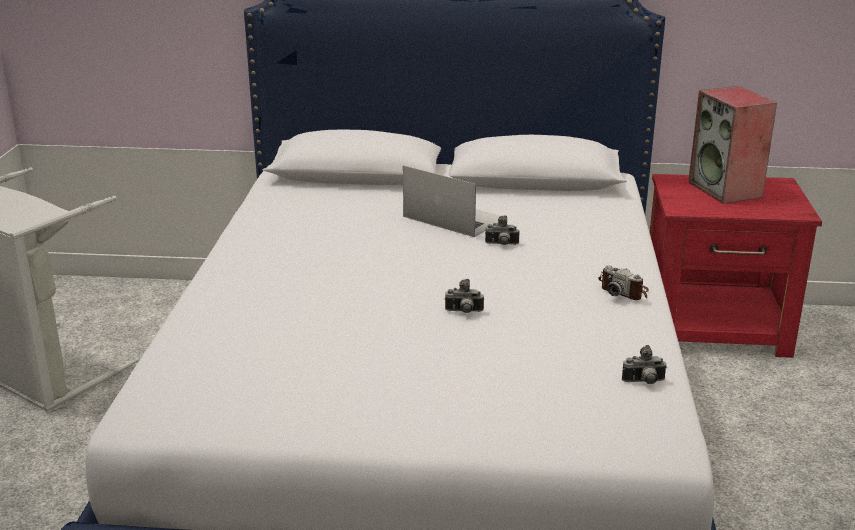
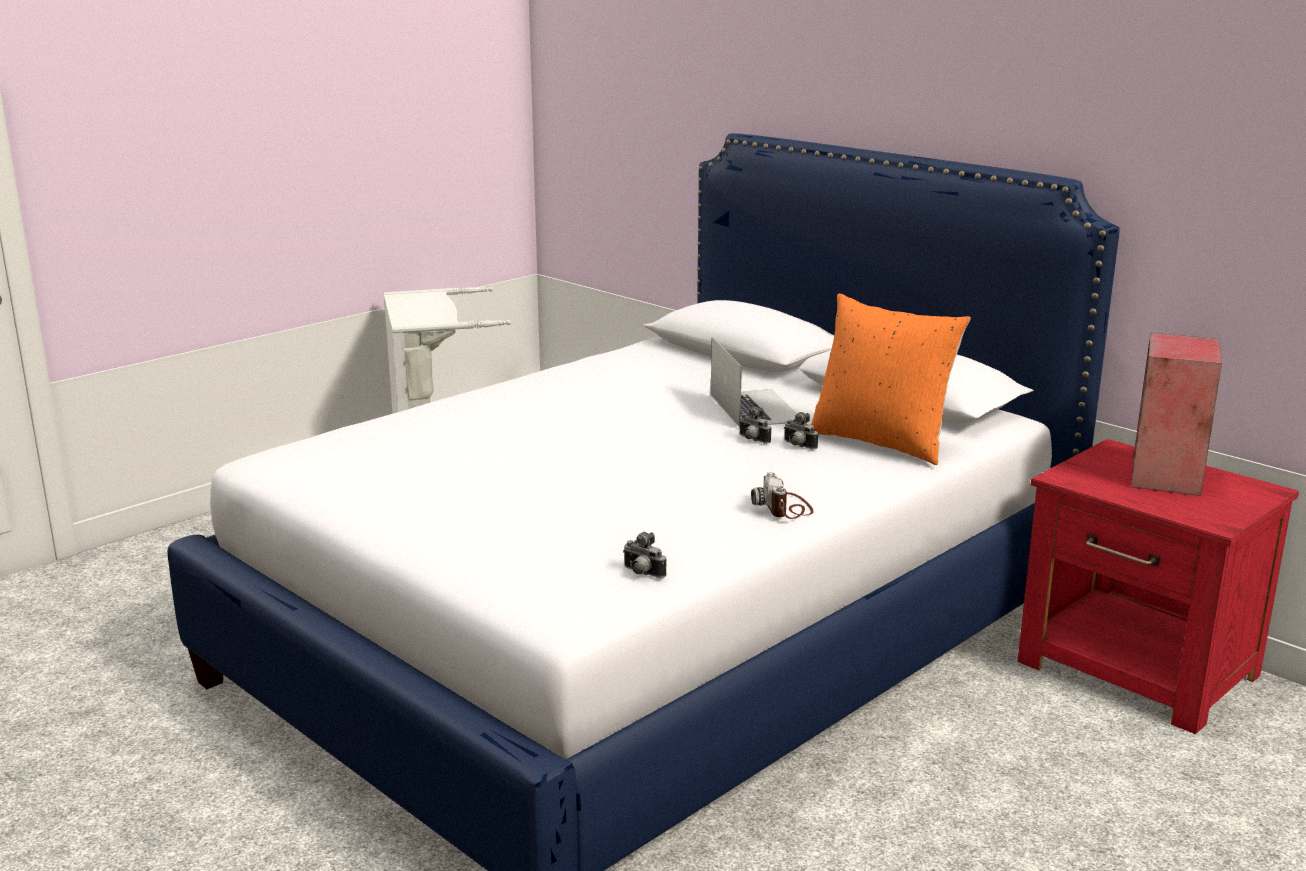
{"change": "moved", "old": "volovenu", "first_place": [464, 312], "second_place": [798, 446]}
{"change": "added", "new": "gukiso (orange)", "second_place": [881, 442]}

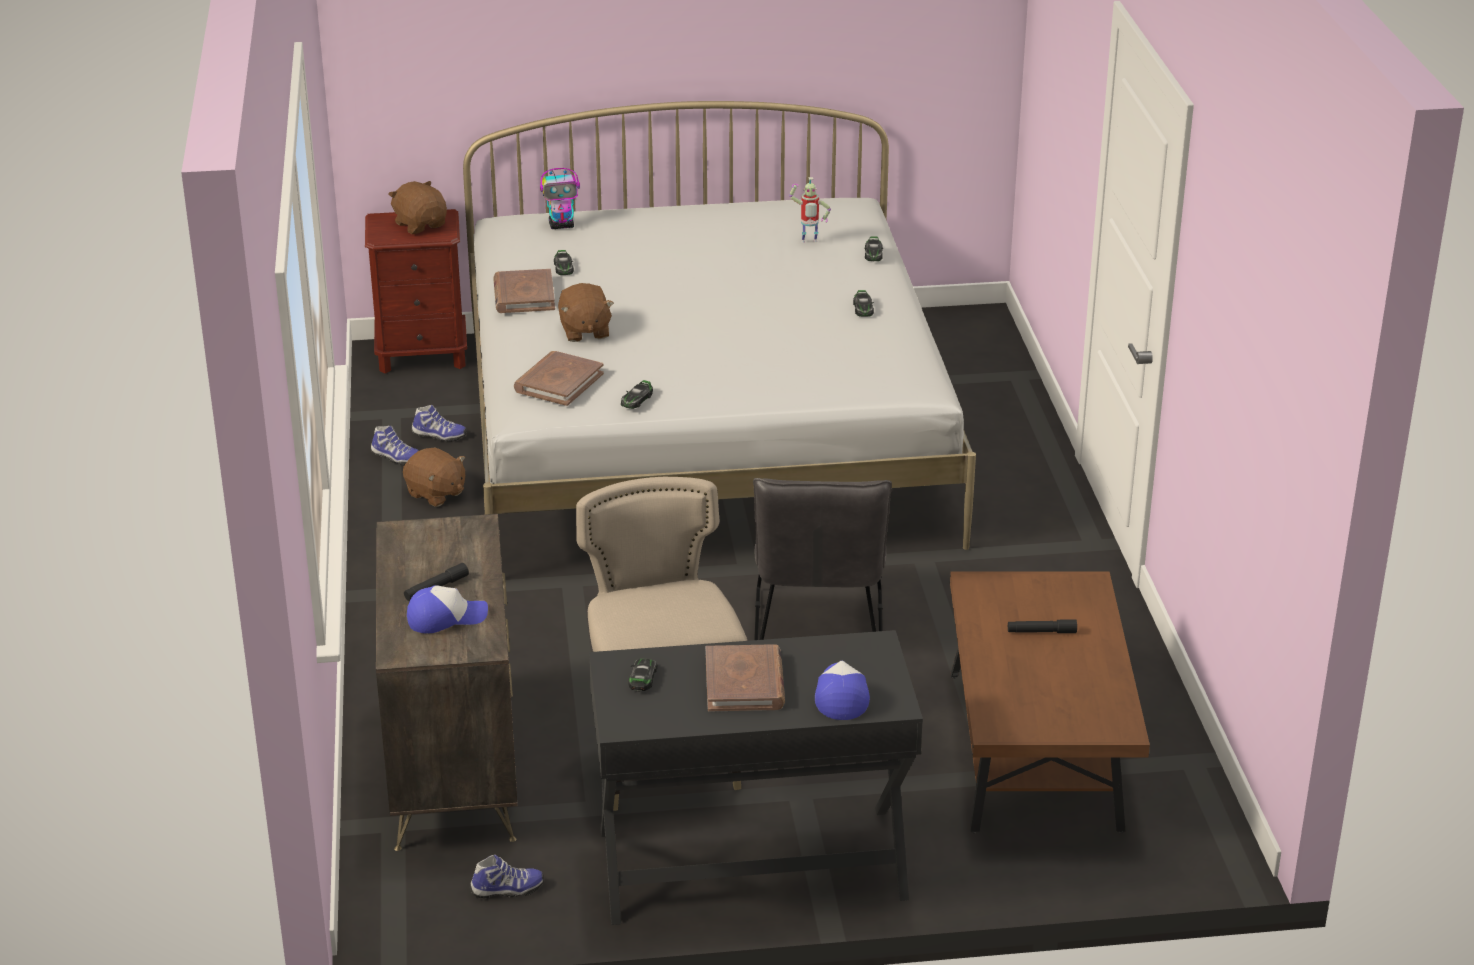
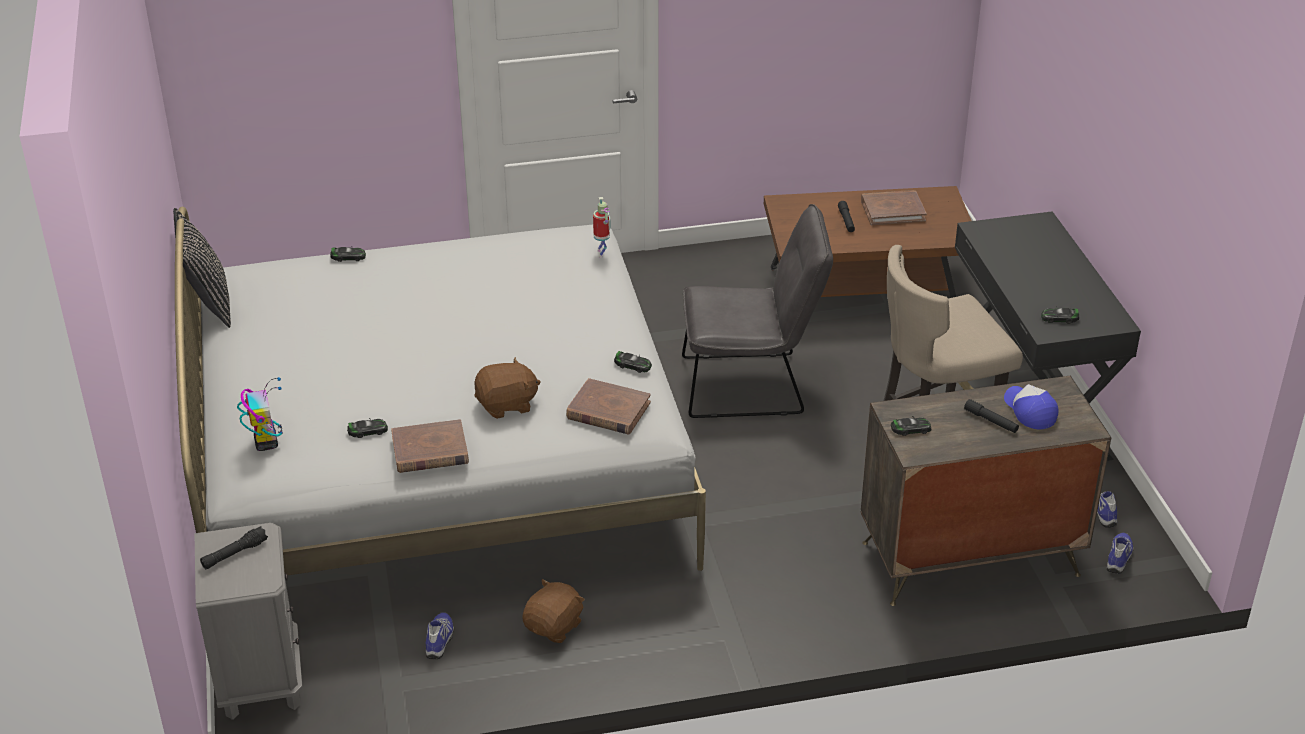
{"change": "recoloured", "old": "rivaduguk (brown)", "new": "rivaduguk (grey)", "first_place": [422, 355], "second_place": [261, 679]}
{"change": "moved", "old": "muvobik", "first_place": [395, 458], "second_place": [1119, 558]}
{"change": "replaced", "old": "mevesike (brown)", "new": "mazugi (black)", "first_place": [420, 225], "second_place": [234, 554]}
{"change": "moved", "old": "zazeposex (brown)", "first_place": [744, 683], "second_place": [893, 210]}
{"change": "moved", "old": "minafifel", "first_place": [809, 242], "second_place": [602, 253]}
{"change": "removed", "old": "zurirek", "first_place": [840, 696]}
{"change": "moved", "old": "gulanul", "first_place": [863, 308], "second_place": [910, 429]}
{"change": "added", "new": "gukiso (black)", "second_place": [209, 304]}

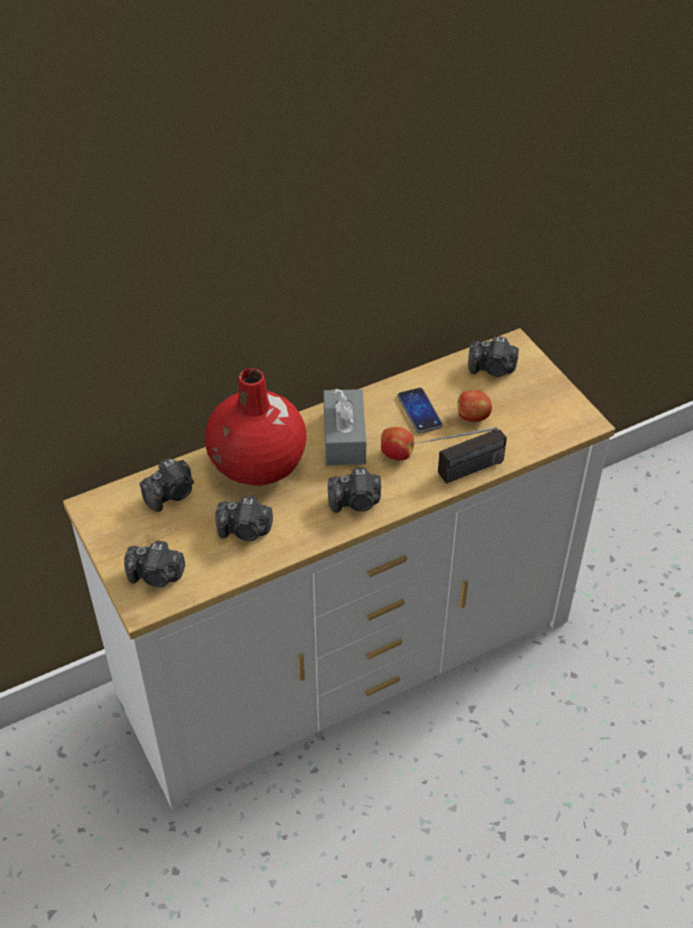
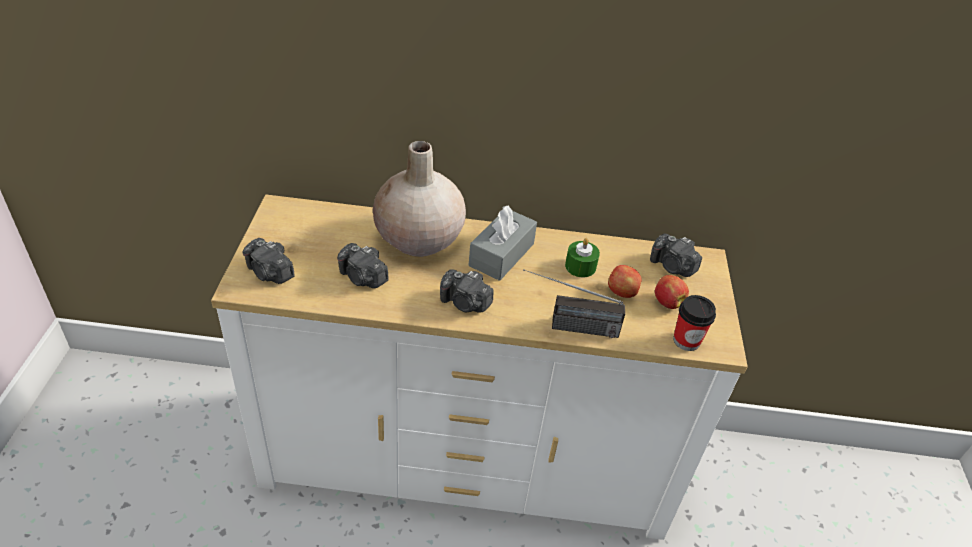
{"change": "removed", "old": "volovenu", "first_place": [171, 494]}
{"change": "recoloured", "old": "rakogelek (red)", "new": "rakogelek (beige)", "first_place": [258, 464], "second_place": [419, 239]}
{"change": "moved", "old": "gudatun", "first_place": [395, 454], "second_place": [667, 302]}
{"change": "replaced", "old": "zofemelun", "new": "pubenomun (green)", "first_place": [419, 411], "second_place": [580, 266]}
{"change": "added", "new": "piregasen", "second_place": [686, 340]}

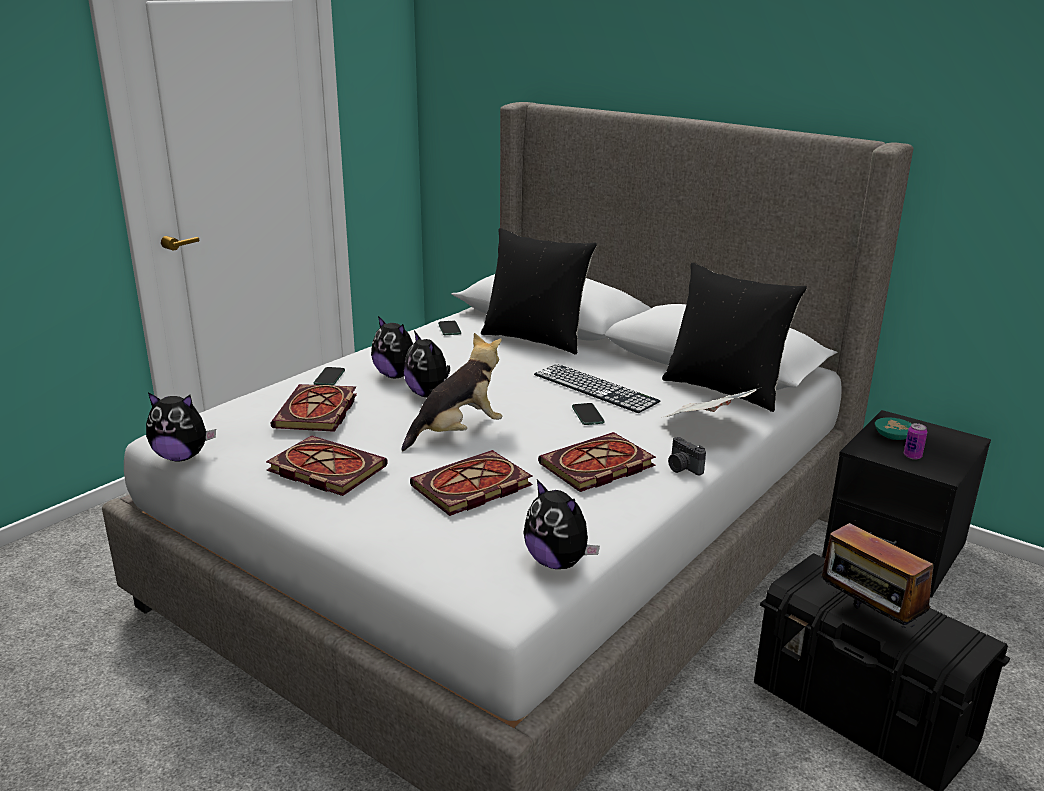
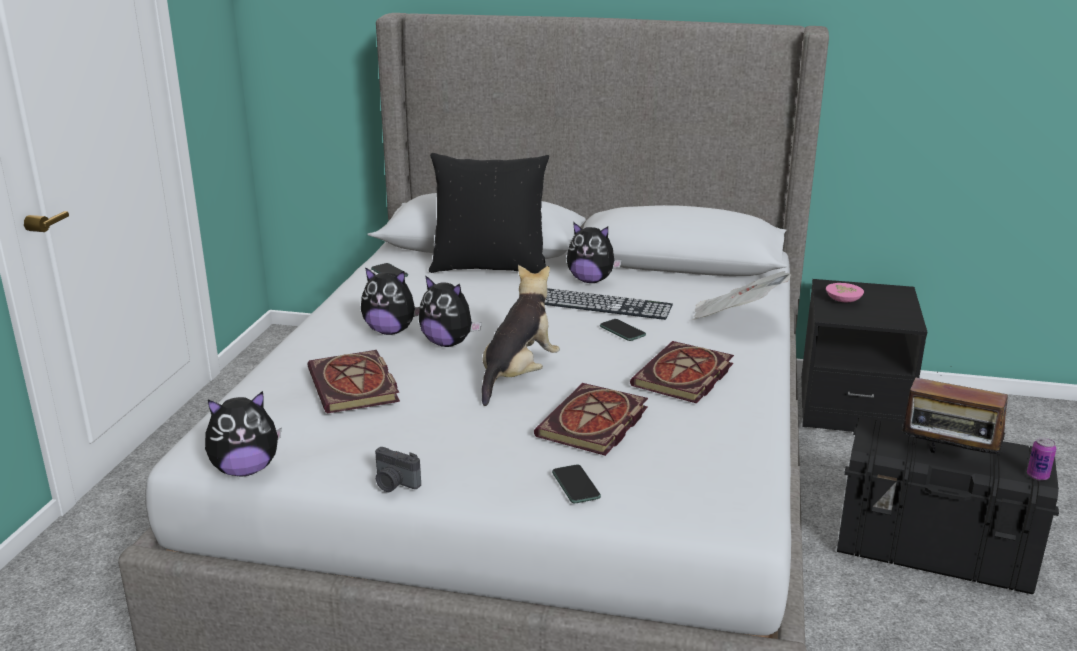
{"change": "removed", "old": "zazeposex", "first_place": [323, 469]}
{"change": "moved", "old": "zofemelun", "first_place": [329, 377], "second_place": [576, 485]}
{"change": "moved", "old": "mevesike", "first_place": [558, 562], "second_place": [591, 280]}
{"change": "removed", "old": "gukiso (black)", "first_place": [725, 389]}
{"change": "moved", "old": "volovenu", "first_place": [682, 468], "second_place": [394, 484]}
{"change": "recoloured", "old": "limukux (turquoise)", "new": "limukux (pink)", "first_place": [892, 436], "second_place": [842, 299]}
{"change": "moved", "old": "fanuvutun", "first_place": [912, 456], "second_place": [1037, 476]}

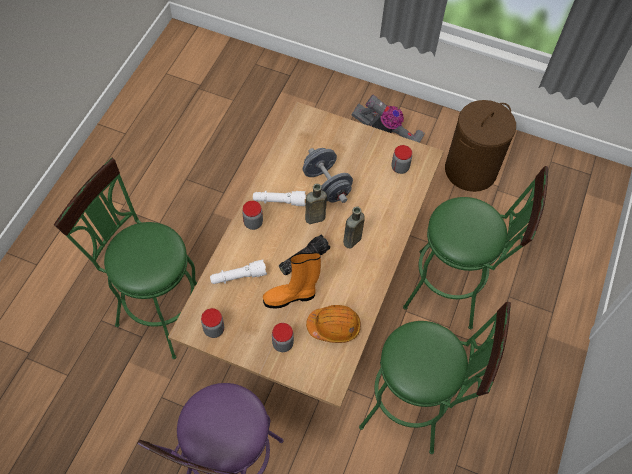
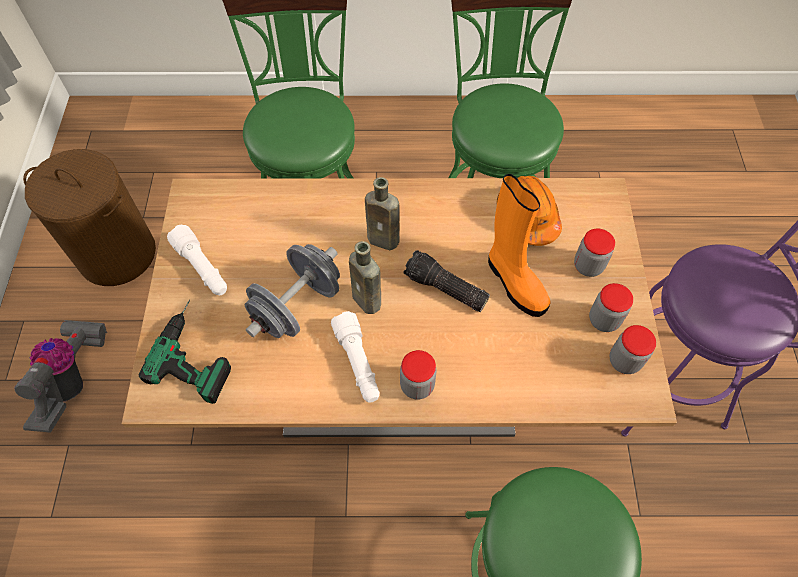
{"change": "moved", "old": "mazugi (white)", "first_place": [238, 277], "second_place": [202, 268]}
{"change": "moved", "old": "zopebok", "first_place": [400, 167], "second_place": [604, 320]}
{"change": "added", "new": "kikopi", "second_place": [197, 351]}

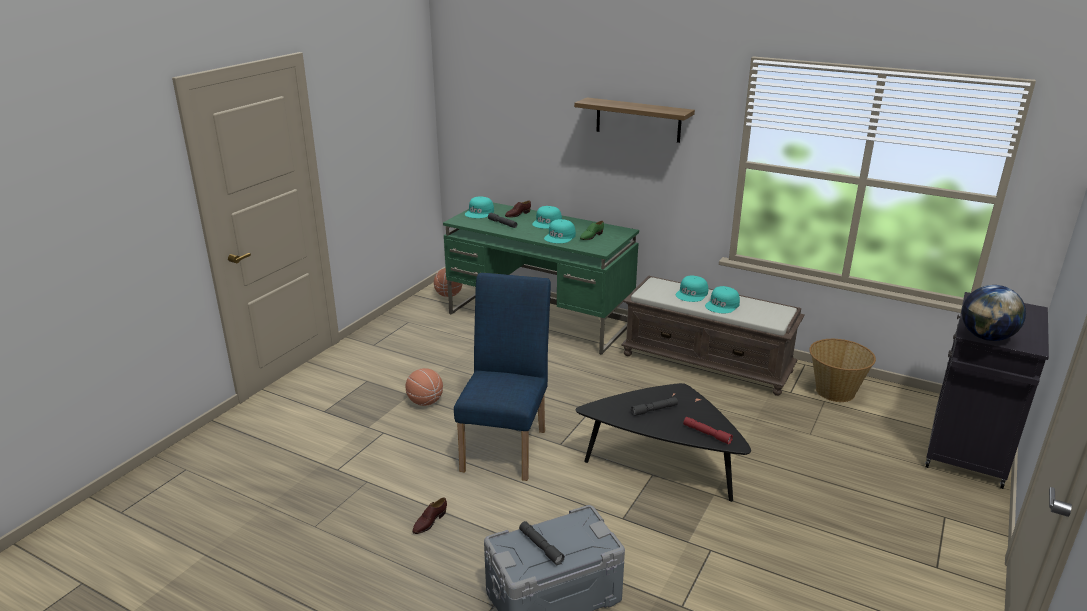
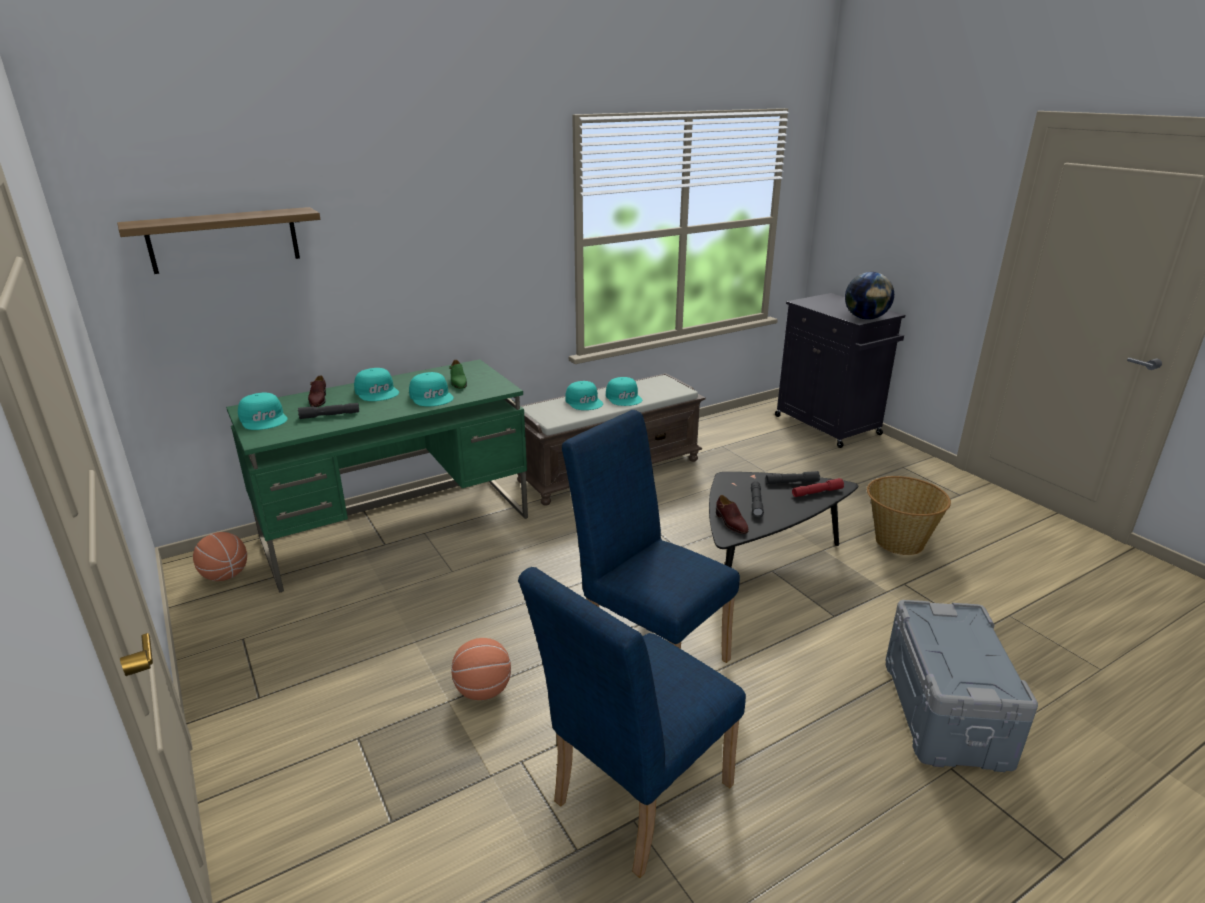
{"change": "moved", "old": "muvobik (brown)", "first_place": [429, 522], "second_place": [731, 523]}
{"change": "moved", "old": "mazugi (grey)", "first_place": [541, 546], "second_place": [791, 482]}
{"change": "moved", "old": "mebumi", "first_place": [638, 120], "second_place": [224, 240]}
{"change": "moved", "old": "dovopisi", "first_place": [835, 391], "second_place": [898, 541]}
{"change": "added", "new": "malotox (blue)", "second_place": [633, 800]}

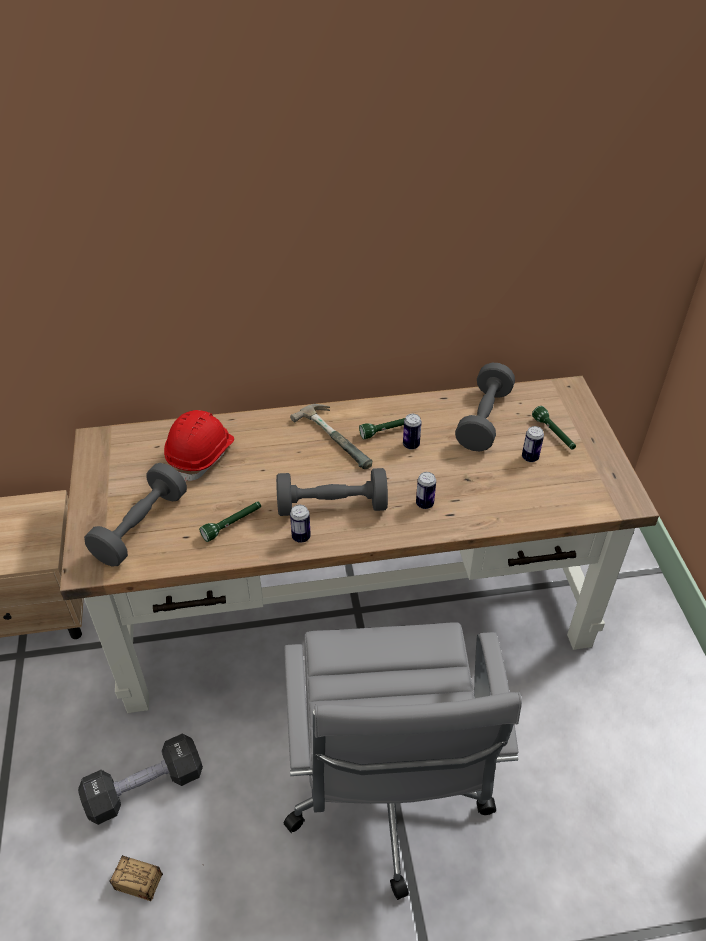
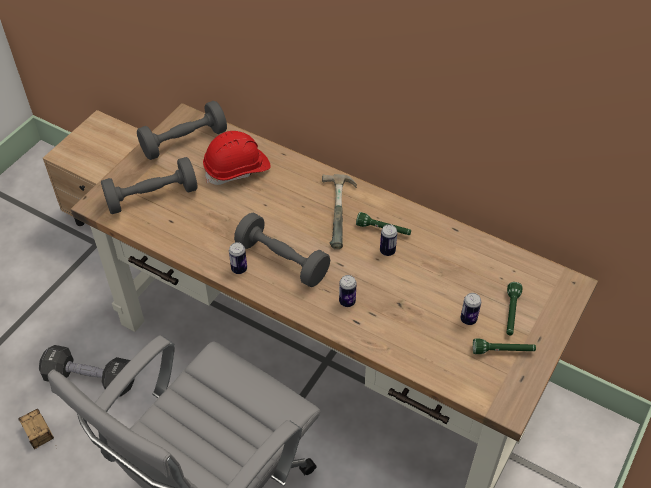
{"change": "moved", "old": "mazugi (green)", "first_place": [232, 524], "second_place": [503, 351]}
{"change": "moved", "old": "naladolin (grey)", "first_place": [483, 420], "second_place": [184, 142]}

